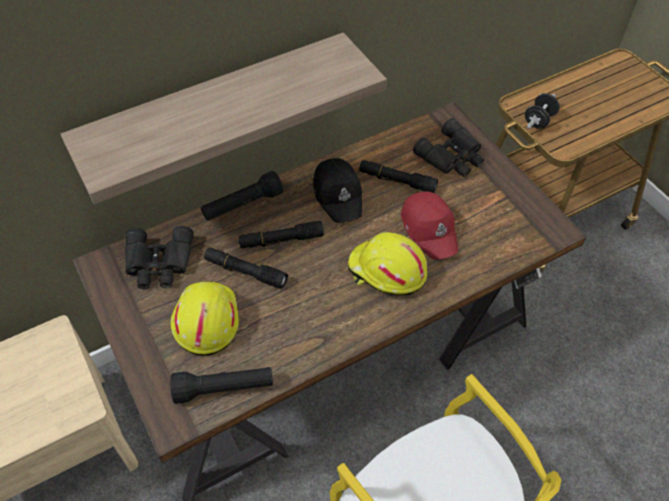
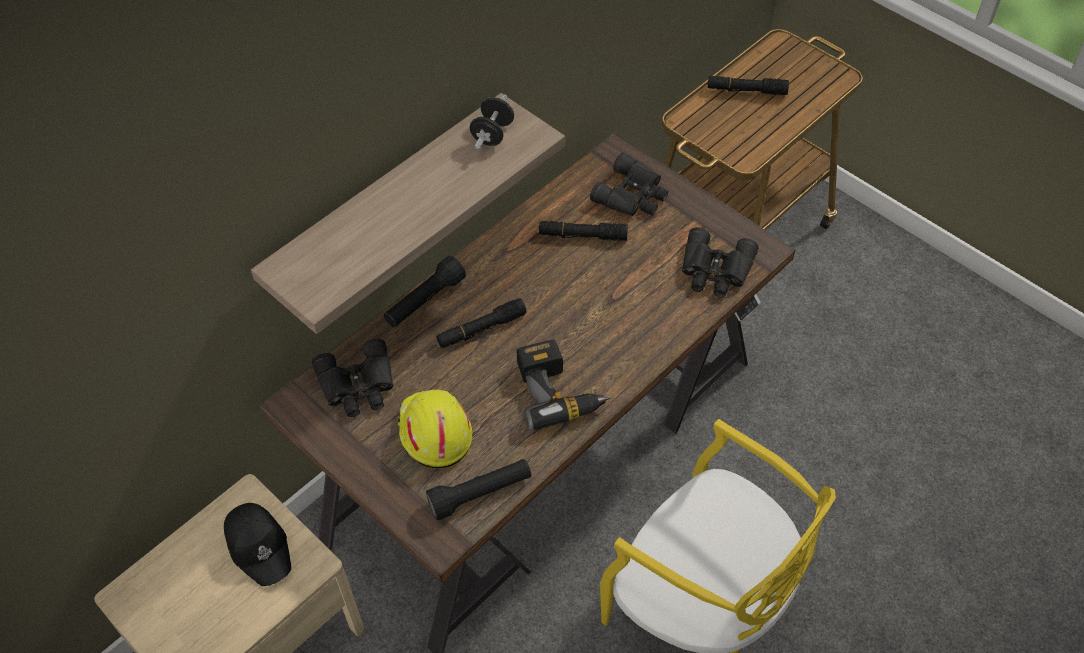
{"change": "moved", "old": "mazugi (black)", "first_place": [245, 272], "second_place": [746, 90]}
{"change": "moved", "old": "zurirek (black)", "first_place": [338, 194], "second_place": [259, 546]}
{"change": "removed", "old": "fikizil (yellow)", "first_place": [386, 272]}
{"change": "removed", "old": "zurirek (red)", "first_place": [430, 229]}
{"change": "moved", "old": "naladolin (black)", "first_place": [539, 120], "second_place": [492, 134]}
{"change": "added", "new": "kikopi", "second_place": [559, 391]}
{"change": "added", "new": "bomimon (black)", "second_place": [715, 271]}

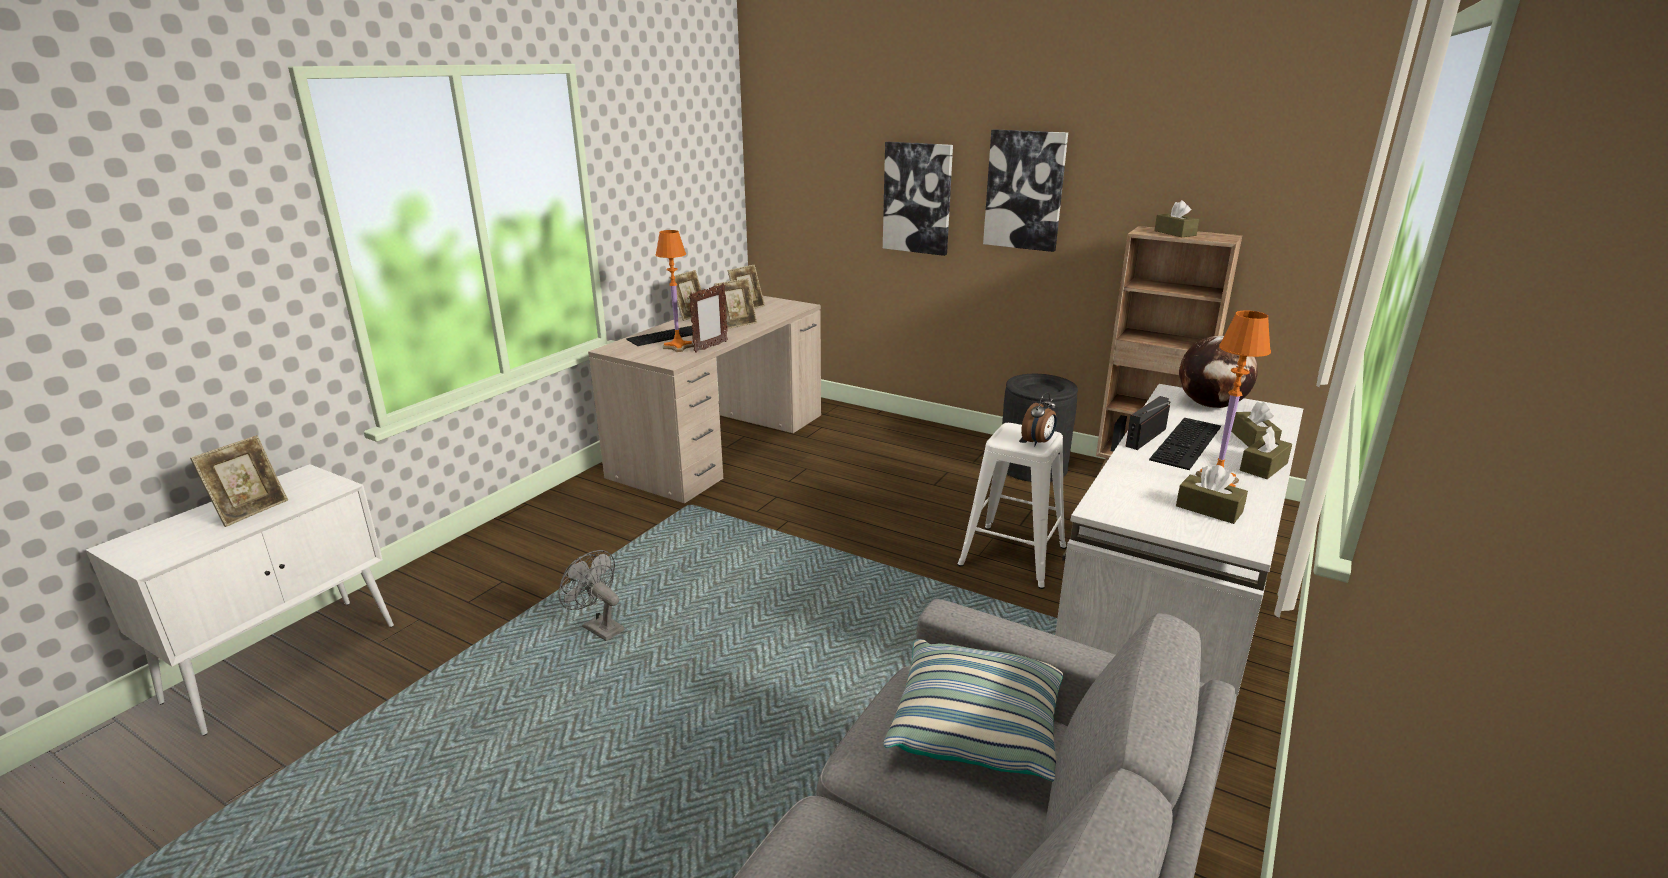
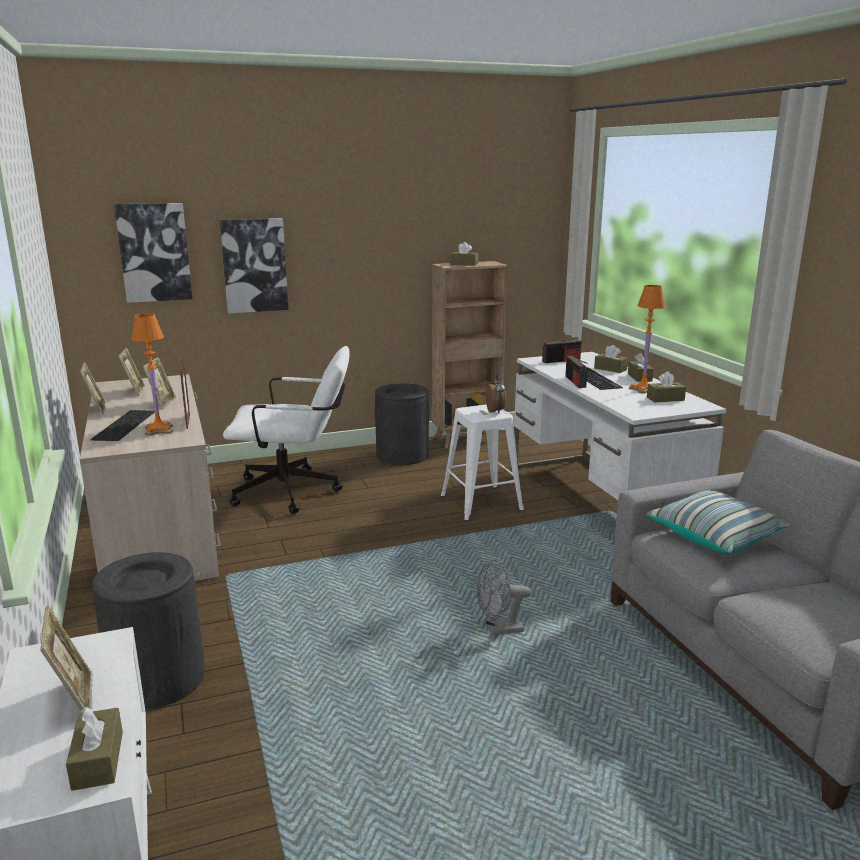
{"change": "moved", "old": "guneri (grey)", "first_place": [598, 627], "second_place": [499, 630]}
{"change": "moved", "old": "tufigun", "first_place": [1025, 190], "second_place": [154, 252]}
{"change": "replaced", "old": "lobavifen", "new": "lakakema", "first_place": [1211, 405], "second_place": [561, 360]}
{"change": "added", "new": "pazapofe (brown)", "second_place": [98, 760]}
{"change": "added", "new": "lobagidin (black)", "second_place": [157, 678]}
{"change": "added", "new": "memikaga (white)", "second_place": [295, 492]}

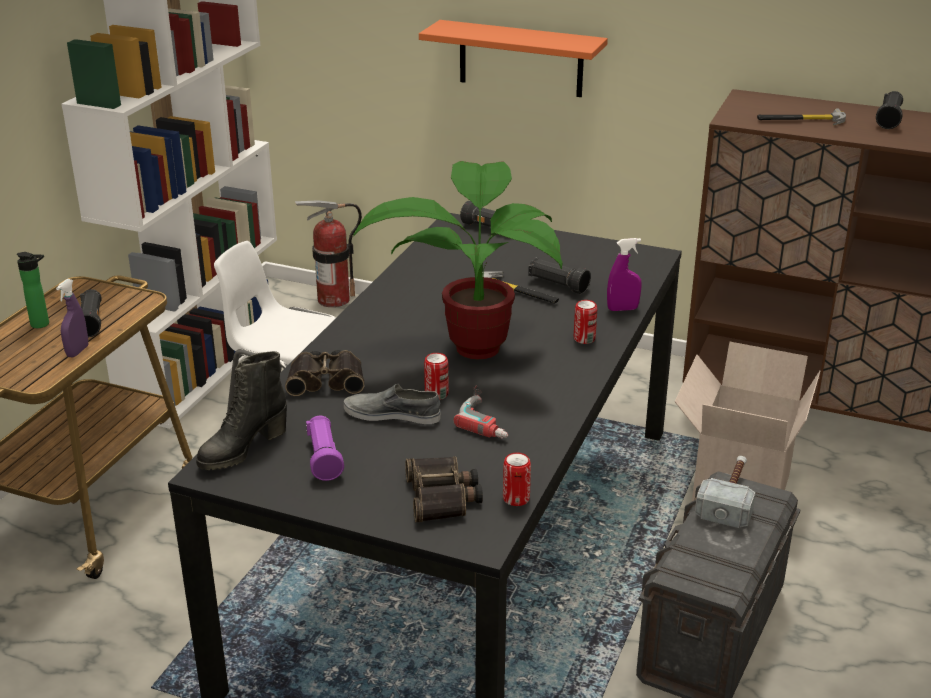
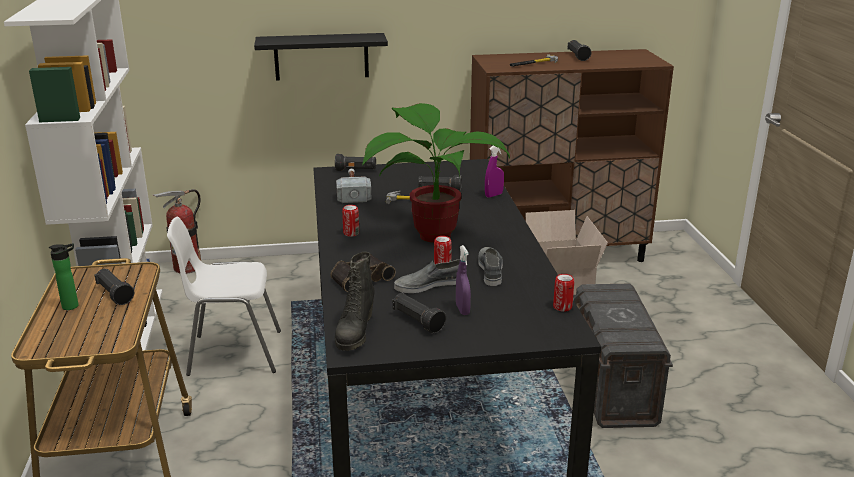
{"change": "moved", "old": "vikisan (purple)", "first_place": [77, 351], "second_place": [462, 310]}
{"change": "recoloured", "old": "mazugi (purple)", "new": "mazugi (black)", "first_place": [324, 458], "second_place": [417, 321]}
{"change": "removed", "old": "bomimon", "first_place": [443, 496]}
{"change": "recoloured", "old": "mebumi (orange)", "new": "mebumi (black)", "first_place": [521, 59], "second_place": [321, 56]}
{"change": "replaced", "old": "kikopi", "new": "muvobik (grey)", "first_place": [489, 417], "second_place": [491, 270]}
{"change": "moved", "old": "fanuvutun", "first_place": [584, 339], "second_place": [351, 233]}
{"change": "moved", "old": "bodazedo", "first_place": [730, 498], "second_place": [353, 191]}

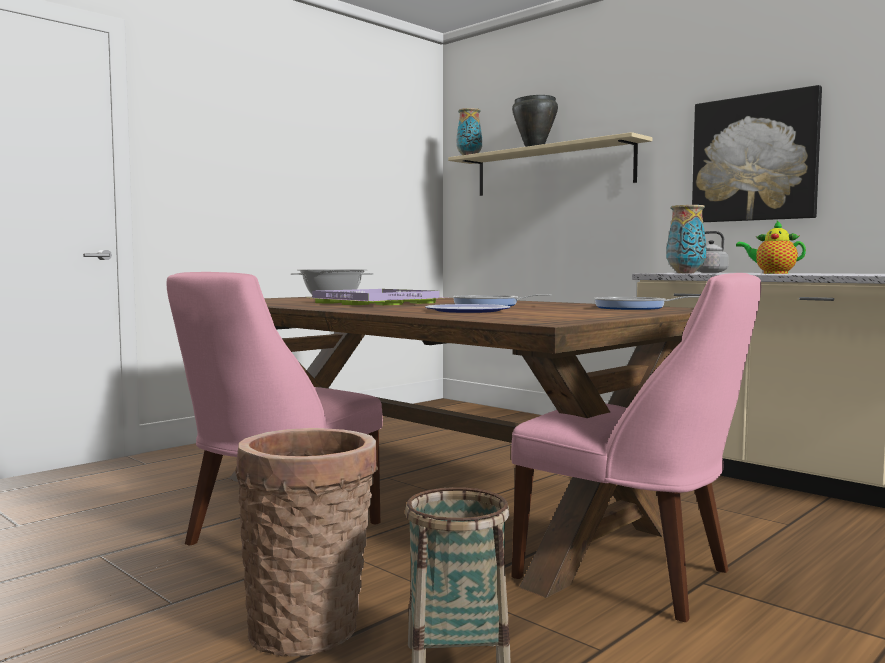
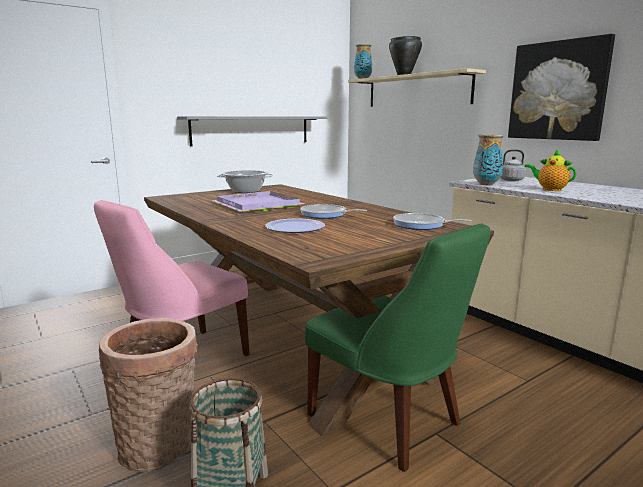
{"change": "recoloured", "old": "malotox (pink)", "new": "malotox (green)", "first_place": [632, 576], "second_place": [389, 422]}
{"change": "added", "new": "mebumi (grey)", "second_place": [251, 130]}

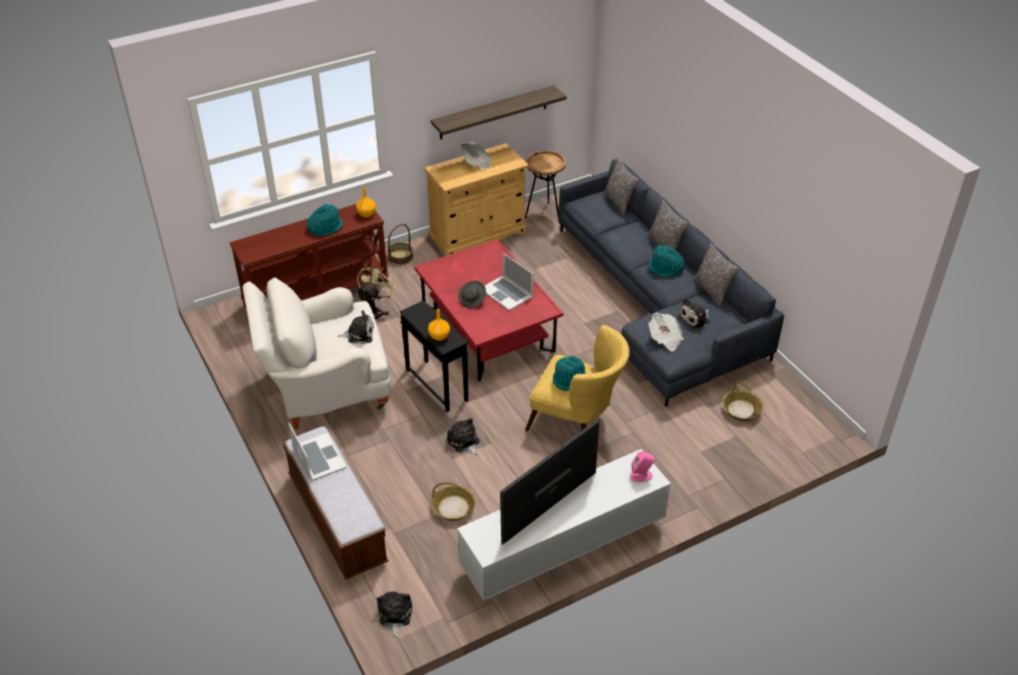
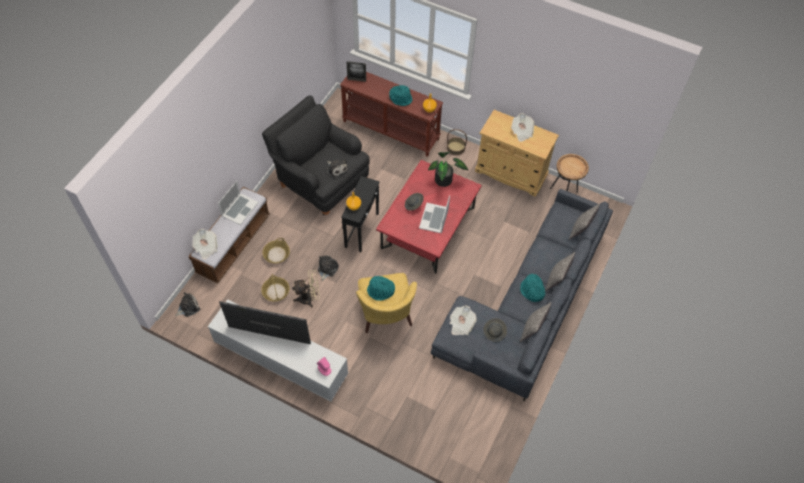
{"change": "recoloured", "old": "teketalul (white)", "new": "teketalul (black)", "first_place": [324, 389], "second_place": [320, 181]}
{"change": "moved", "old": "guneri (beige)", "first_place": [375, 312], "second_place": [309, 298]}
{"change": "removed", "old": "mebumi", "first_place": [493, 112]}
{"change": "replaced", "old": "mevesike", "new": "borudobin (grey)", "first_place": [695, 319], "second_place": [494, 332]}
{"change": "moved", "old": "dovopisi", "first_place": [742, 410], "second_place": [276, 254]}
{"change": "added", "new": "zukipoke", "second_place": [206, 247]}
{"change": "added", "new": "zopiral", "second_place": [356, 80]}
{"change": "added", "new": "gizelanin", "second_place": [445, 181]}

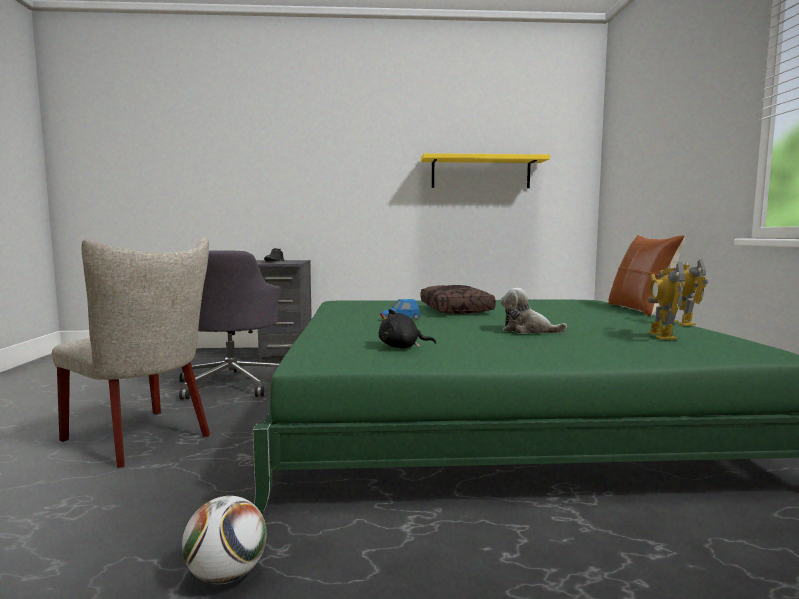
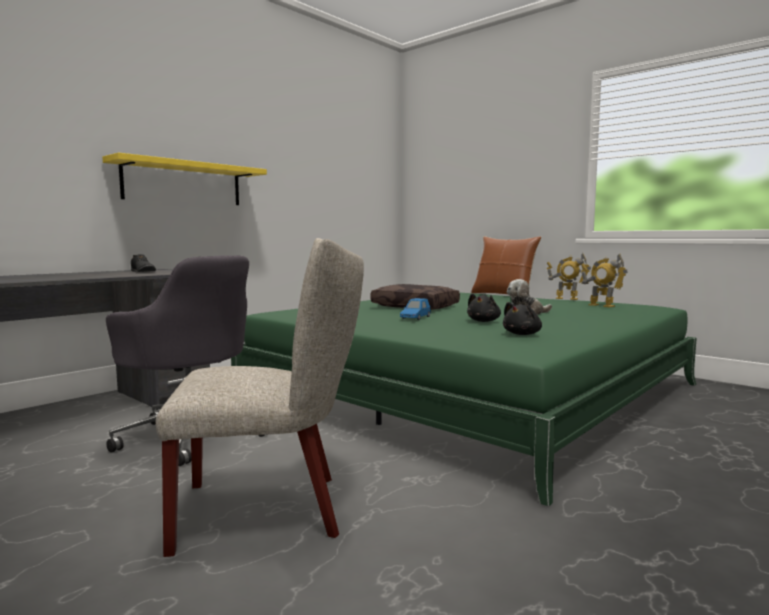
{"change": "removed", "old": "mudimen", "first_place": [226, 575]}
{"change": "moved", "old": "mebumi (yellow)", "first_place": [481, 173], "second_place": [183, 183]}
{"change": "added", "new": "mevesike (black)", "second_place": [484, 321]}

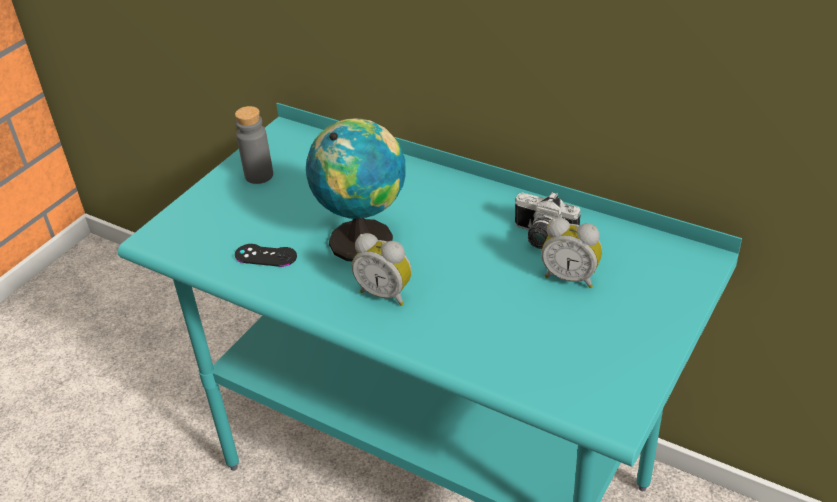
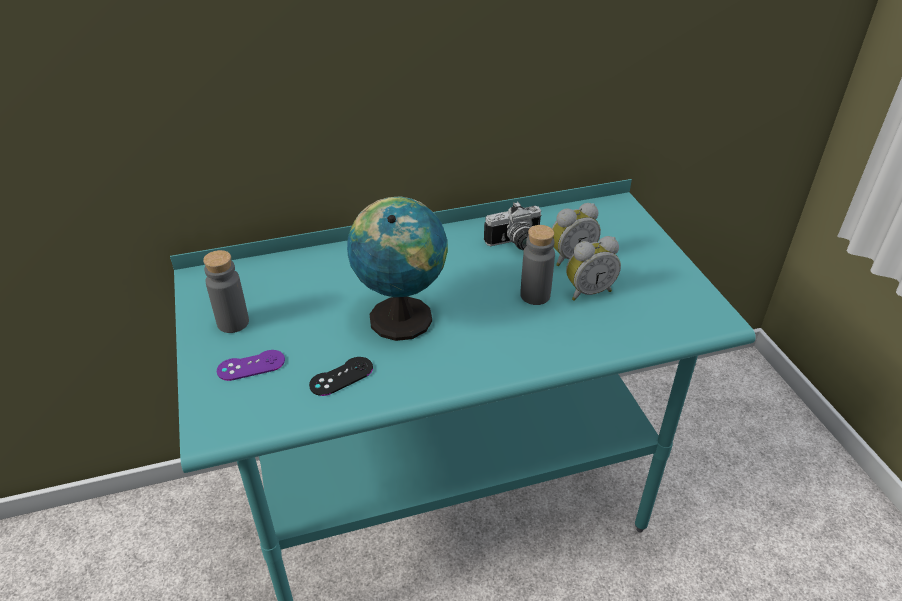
{"change": "moved", "old": "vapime", "first_place": [386, 293], "second_place": [588, 291]}
{"change": "added", "new": "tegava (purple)", "second_place": [251, 365]}
{"change": "added", "new": "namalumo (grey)", "second_place": [535, 295]}

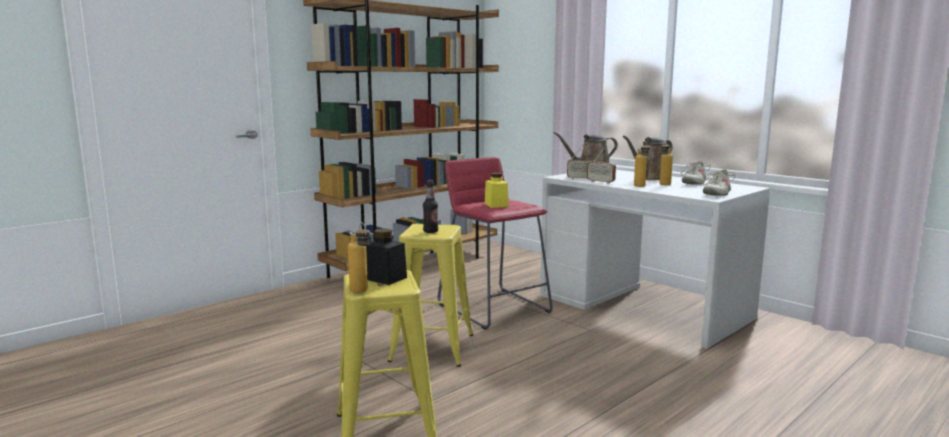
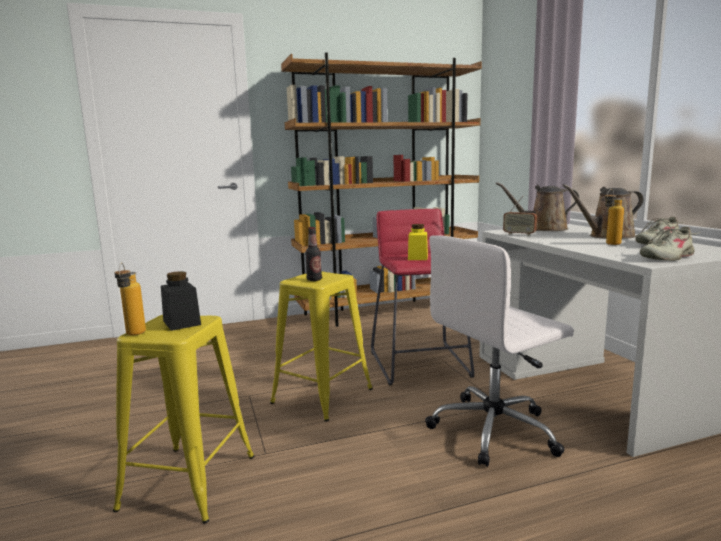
{"change": "removed", "old": "lakakema", "first_place": [600, 182]}
{"change": "removed", "old": "namalumo", "first_place": [641, 186]}
{"change": "added", "new": "memikaga (white)", "second_place": [495, 430]}

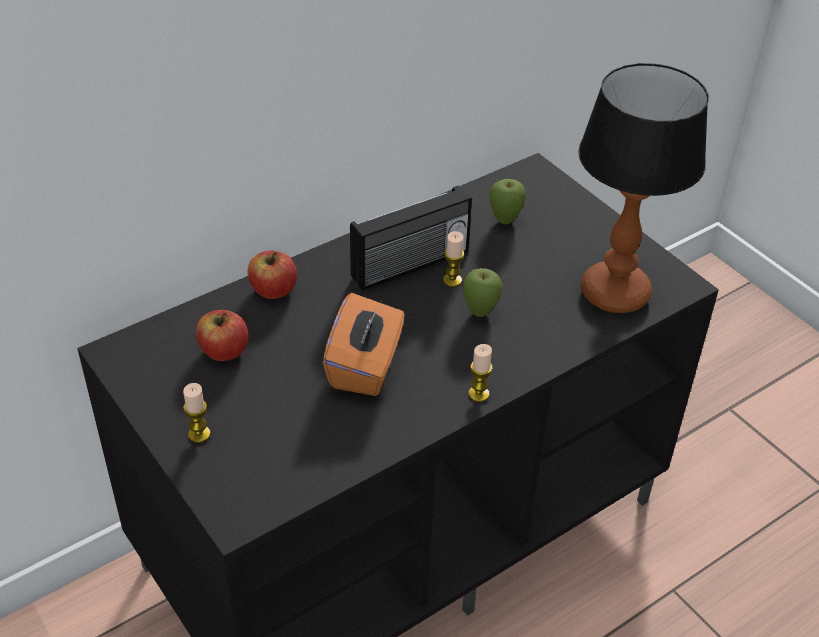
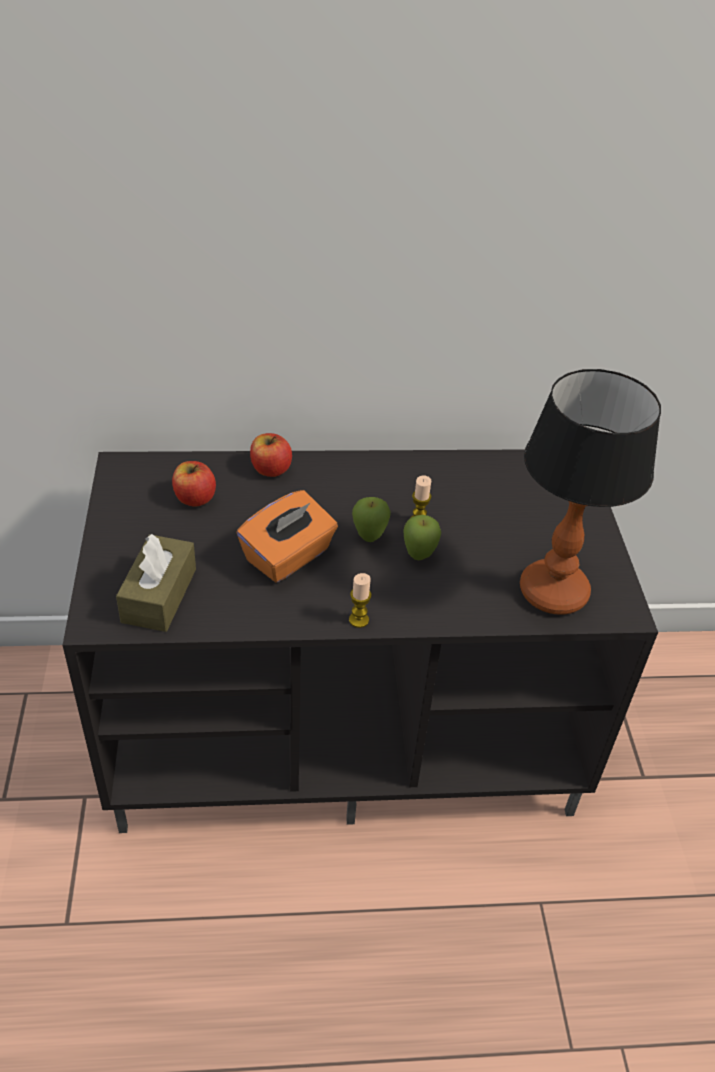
{"change": "removed", "old": "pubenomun", "first_place": [199, 434]}
{"change": "removed", "old": "lakakema", "first_place": [411, 265]}
{"change": "moved", "old": "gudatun", "first_place": [504, 220], "second_place": [369, 538]}
{"change": "added", "new": "pazapofe (brown)", "second_place": [159, 595]}

